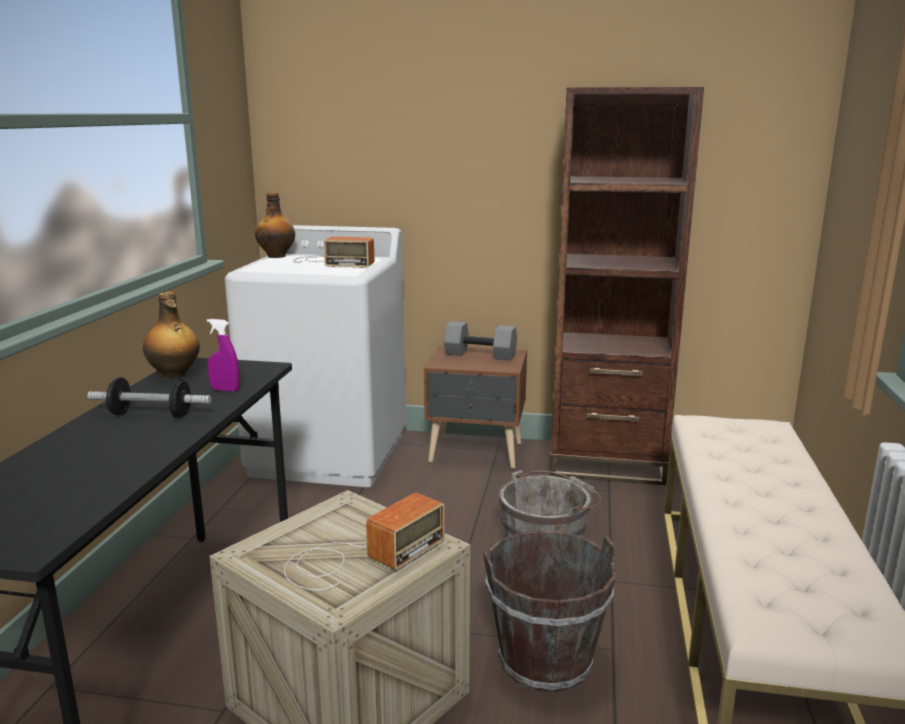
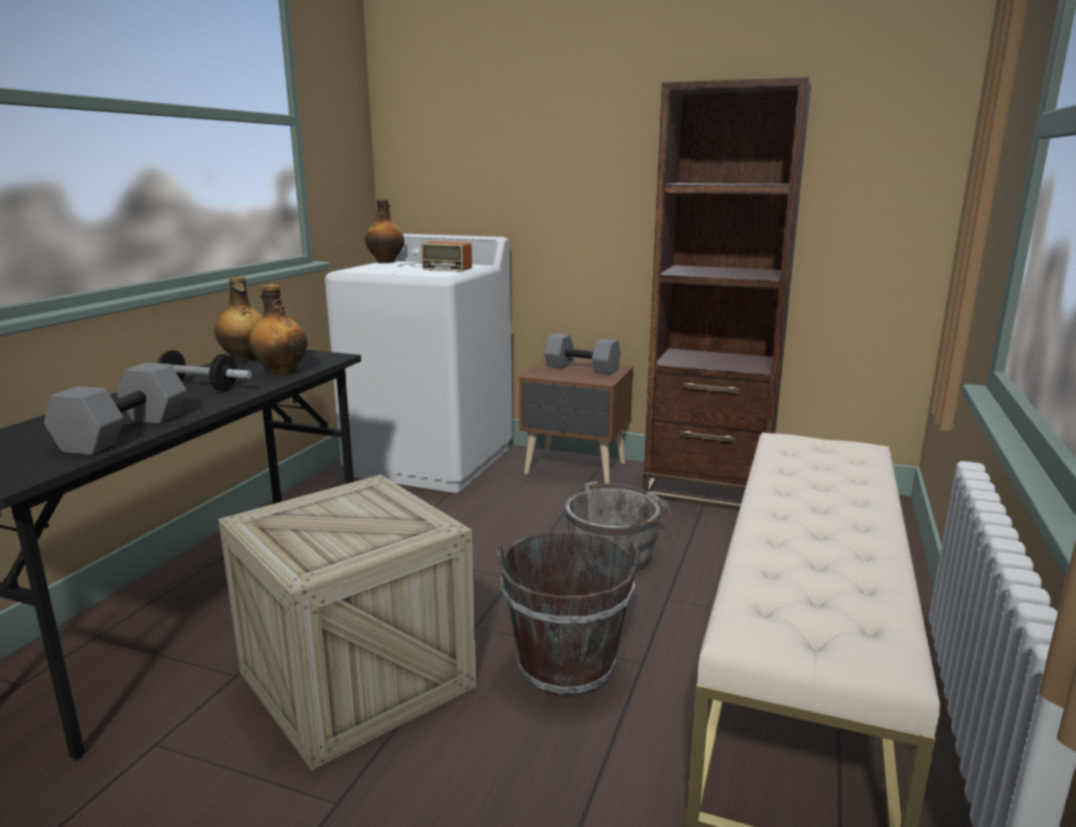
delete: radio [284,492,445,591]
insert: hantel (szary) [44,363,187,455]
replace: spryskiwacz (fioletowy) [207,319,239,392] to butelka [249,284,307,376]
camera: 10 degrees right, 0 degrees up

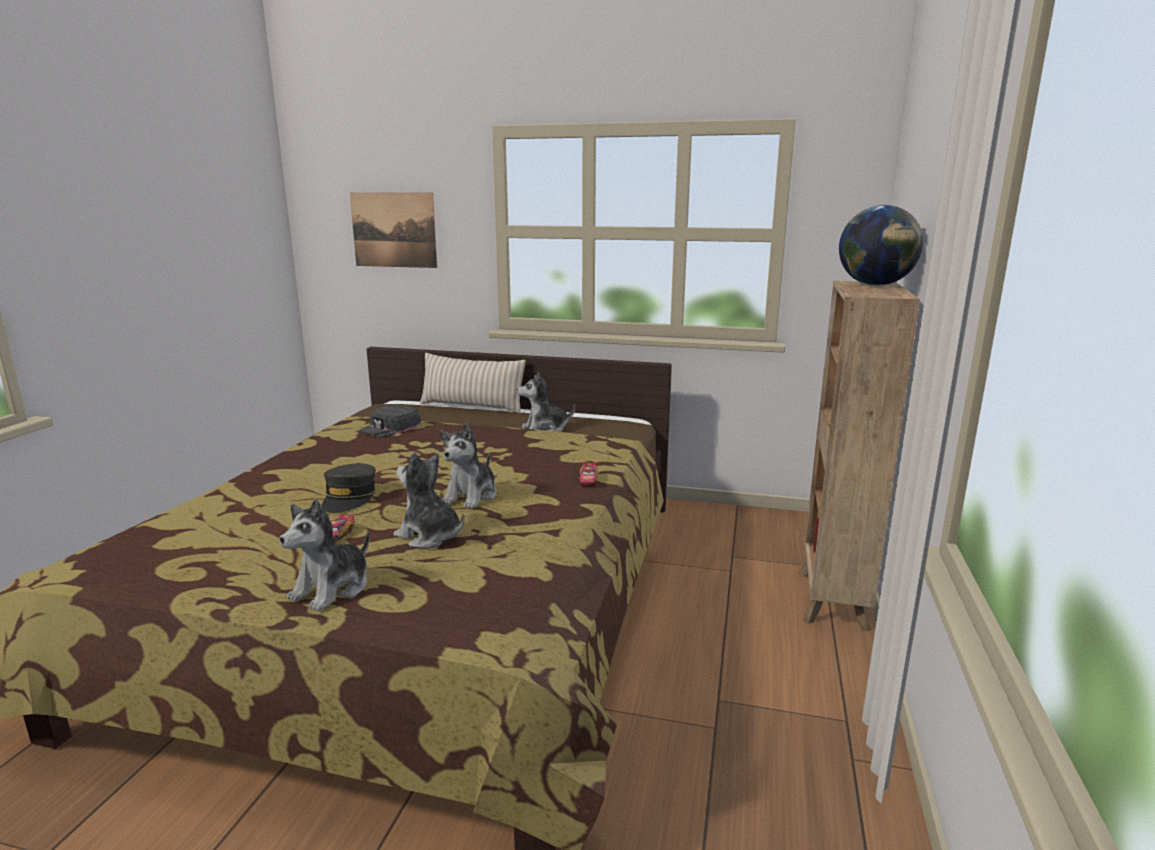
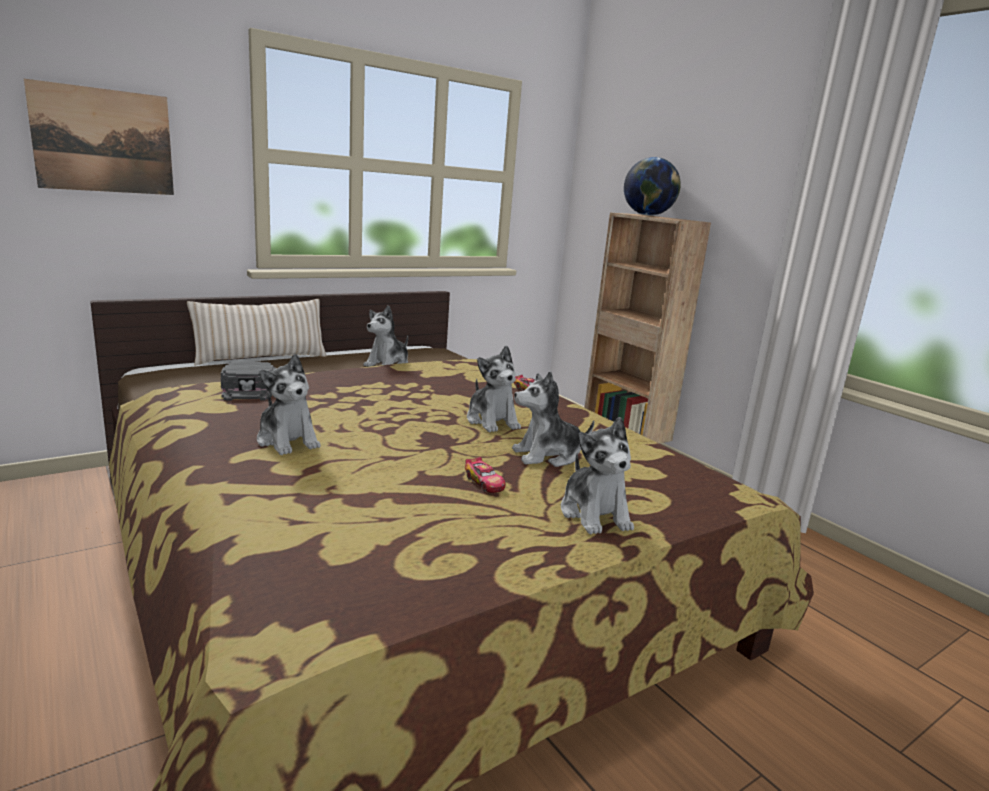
delete: czapka z daszkiem (szary) [322,463,376,513]
insert: pluszak [257,354,321,455]
camera: 50 degrees left, 0 degrees up

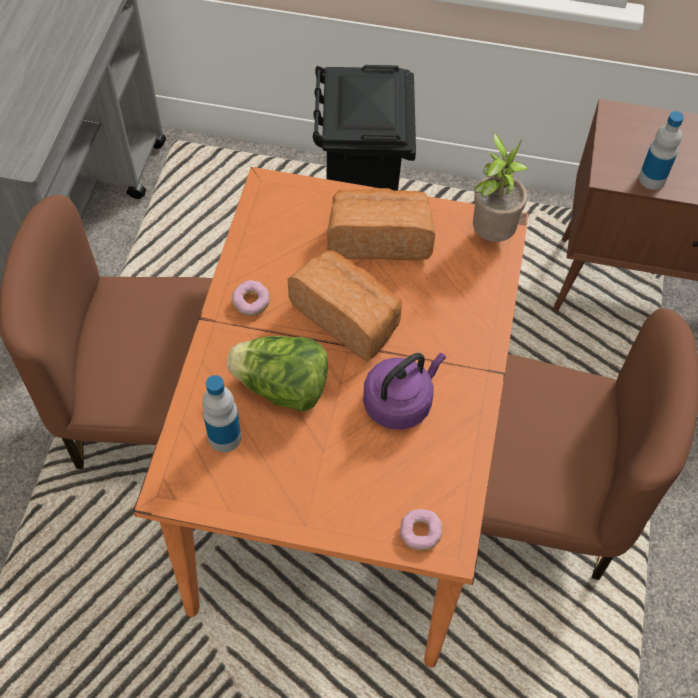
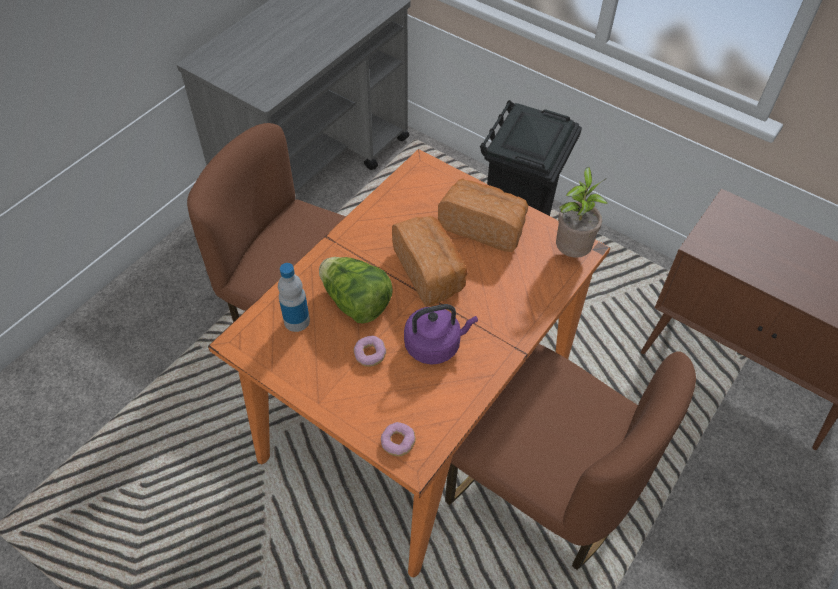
delete: butelka [639,111,684,190]
move: donut [232,280,270,316] to [354,336,386,367]
camera: 25 degrees right, 5 degrees down

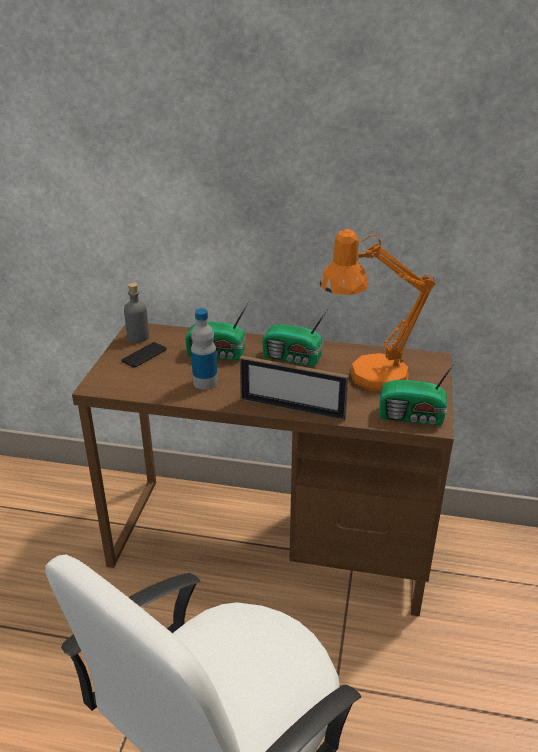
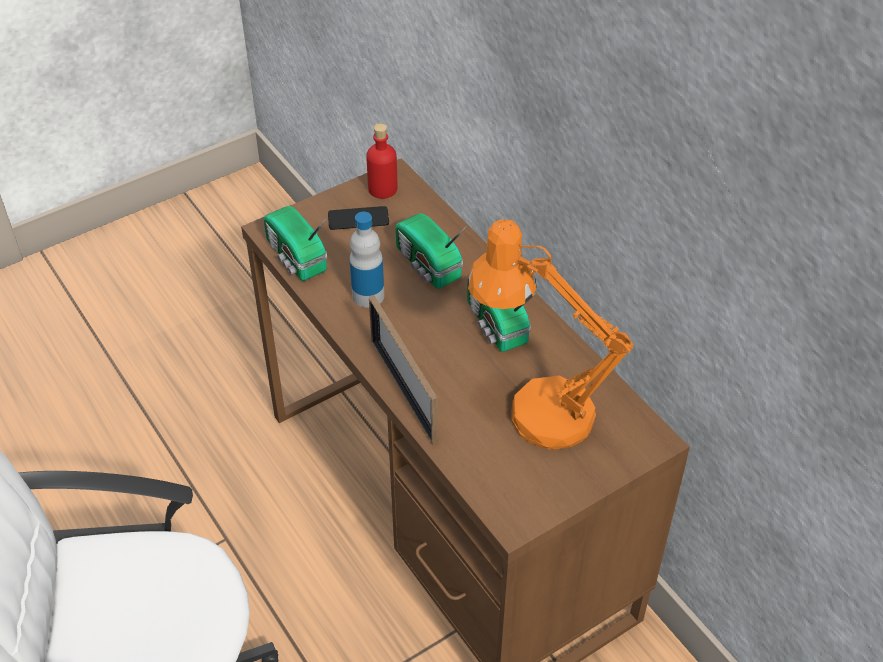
move: radio [379,359,457,425] to [264,206,327,281]
recolor: butelka (szary) [124,283,149,343] to butelka (czerwony) [366,123,397,199]
camera: 45 degrees right, 15 degrees up

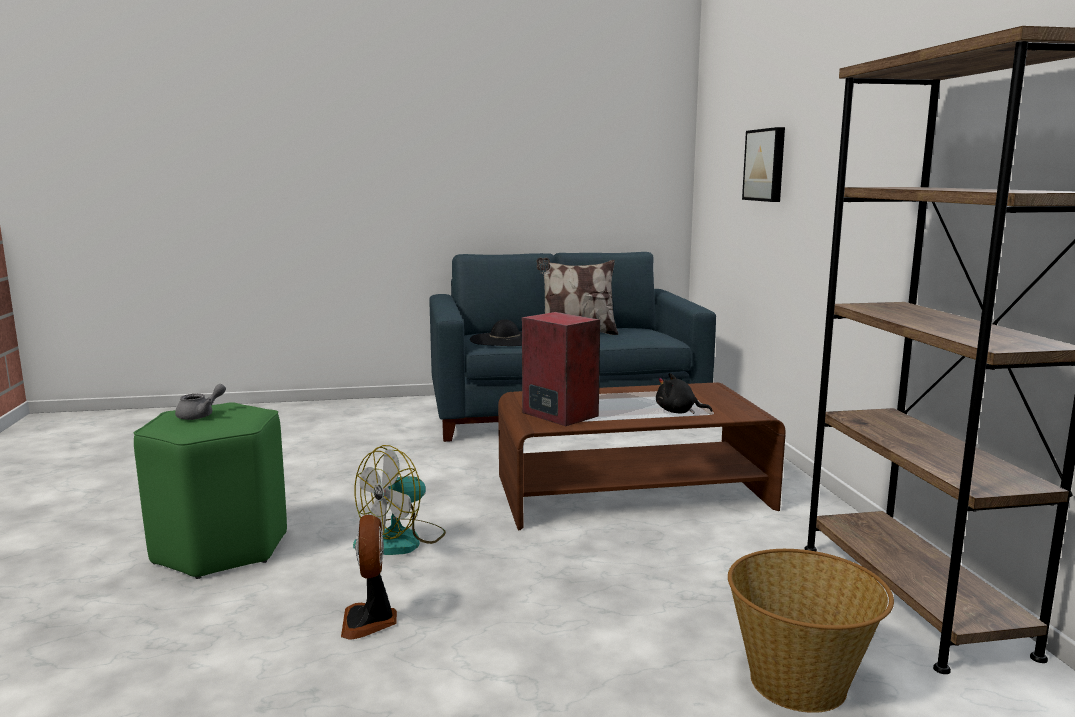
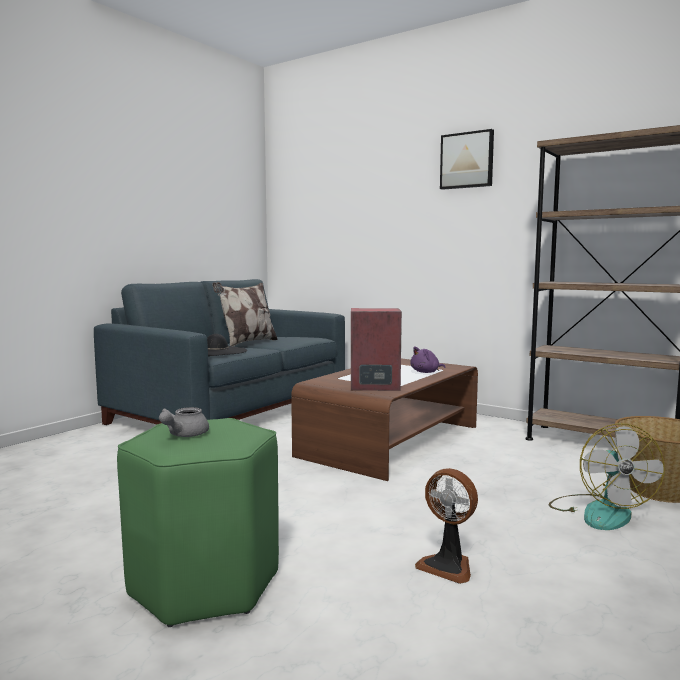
move: obraz [742,127,785,202] to [440,129,494,190]; wentylator [353,445,446,555] to [549,423,665,530]
recolor: pluszak (czarny) [656,373,712,414] to pluszak (fioletowy) [410,347,445,373]
rotate: imbryk (szary) [175,384,226,420] = [159,407,209,437] 150 degrees counterclockwise
camera: 45 degrees left, 5 degrees down

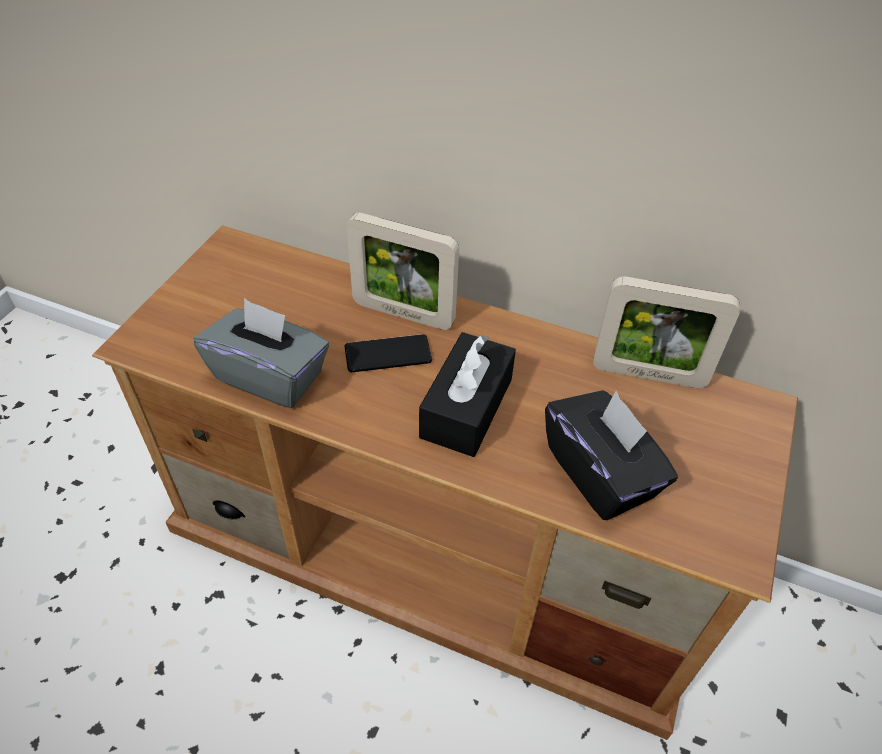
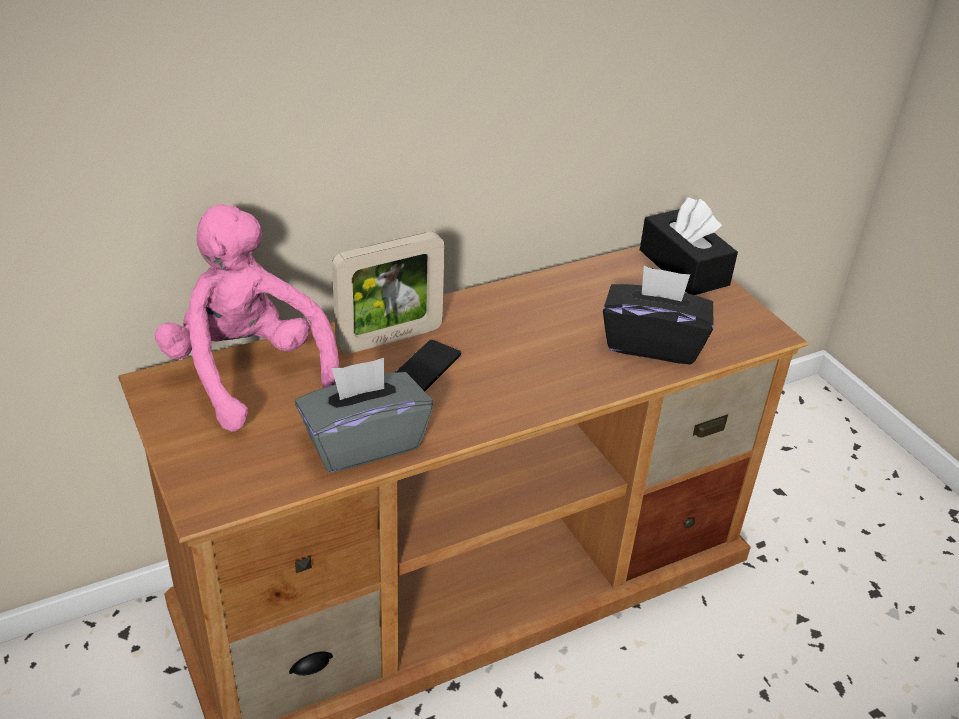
delete: ramka na zdjęcie [593,277,740,388]
insert: pluszak (różowy) [155,204,339,431]
move: pudełko chusteczek (czarny) [419,332,516,457] to [640,197,738,295]
camera: 50 degrees left, 10 degrees down

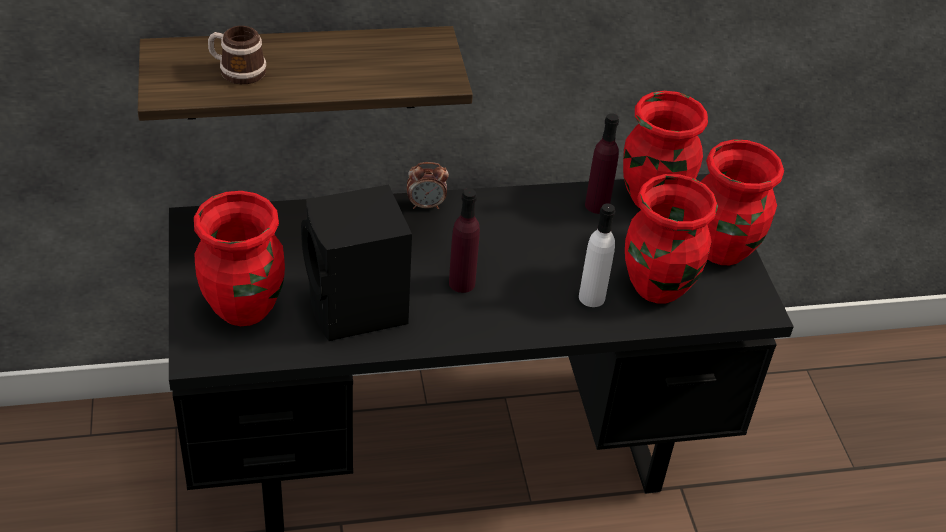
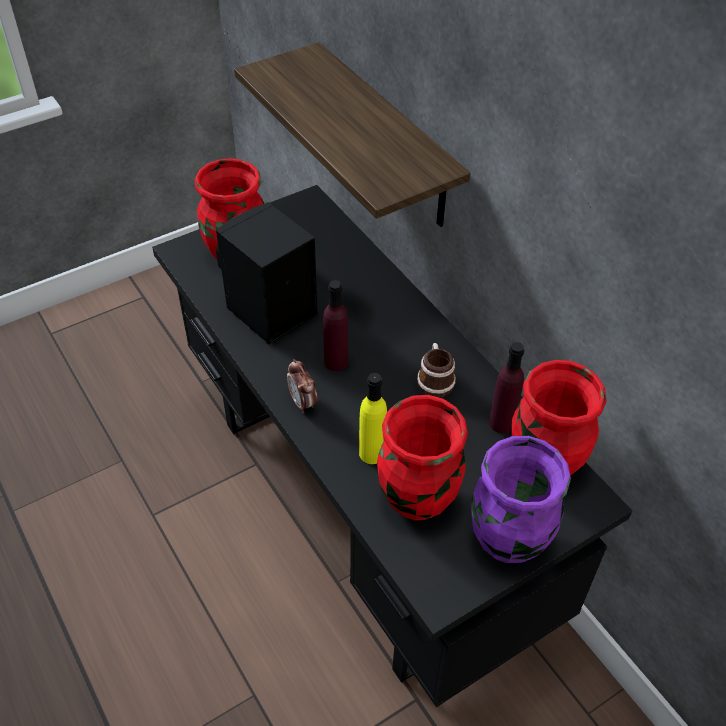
move: kubek [208,26,266,84] to [417,343,456,397]; budzik [407,162,449,209] to [287,359,318,413]
recolor: wazon (czerwony) [701,139,784,265] to wazon (fioletowy) [471,436,571,563]; butelka (biały) [579,203,615,307] to butelka (żółty) [359,373,387,464]
camera: 70 degrees right, 5 degrees up

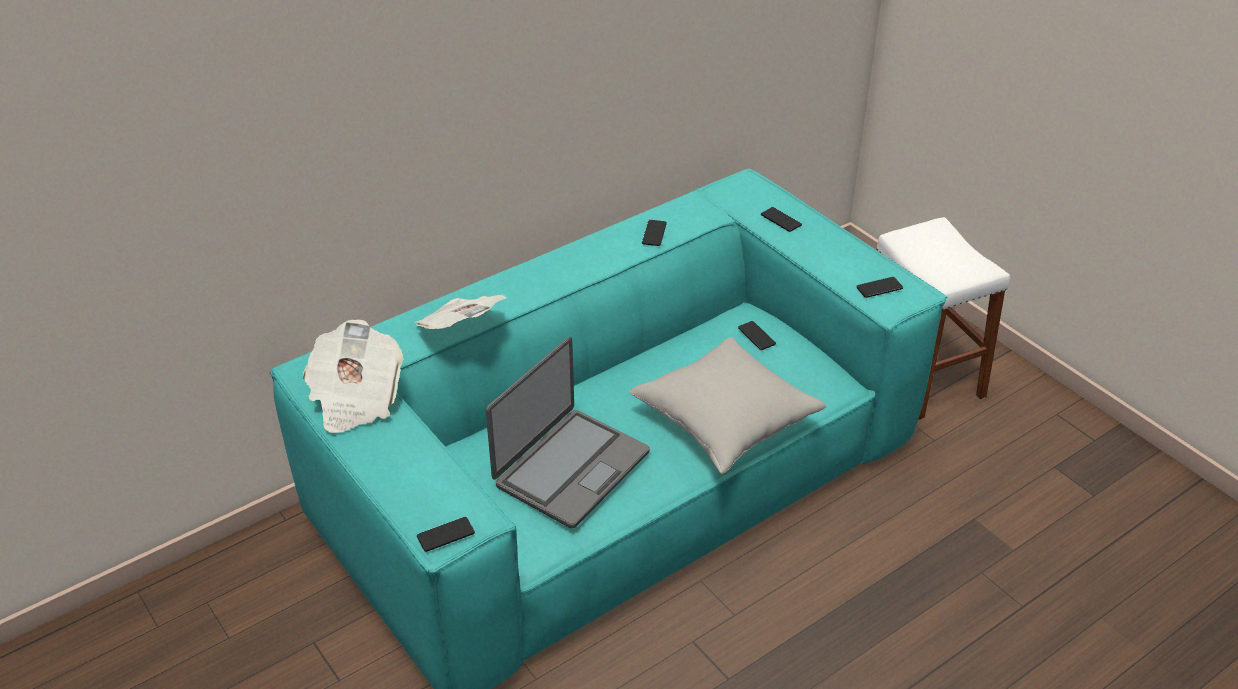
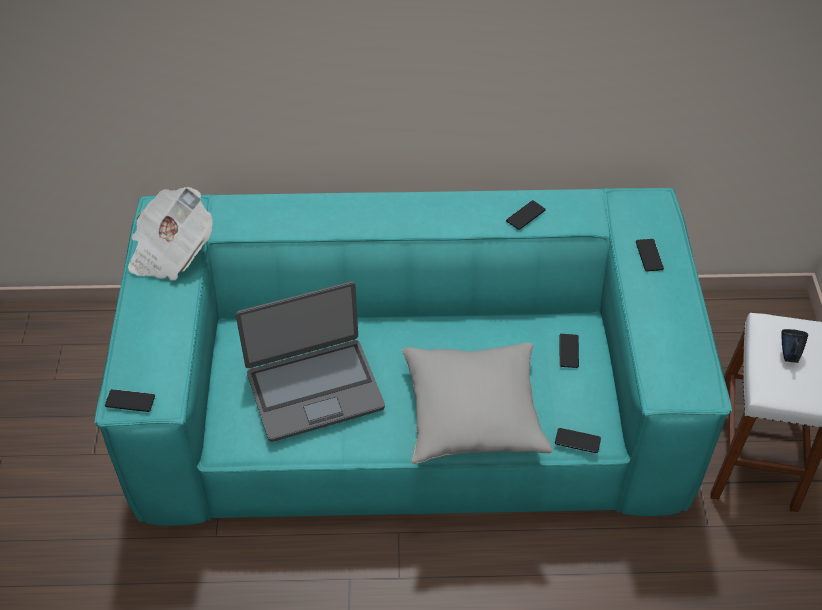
delete: gazeta [414,294,507,329]
insert: kubek (niebieski) [781,329,808,363]
move: telefon [856,277,903,298] to [555,428,601,453]
camera: 35 degrees right, 10 degrees up

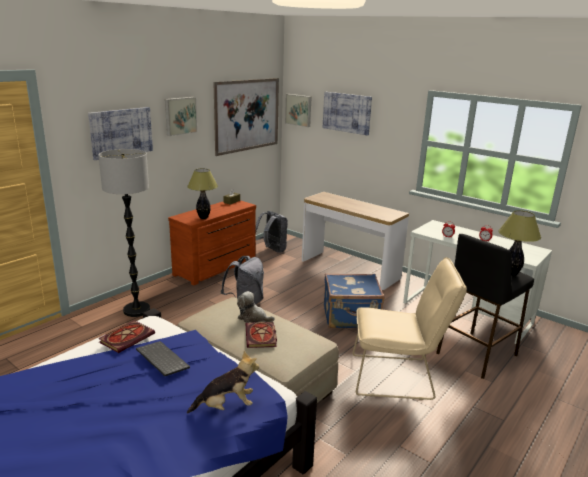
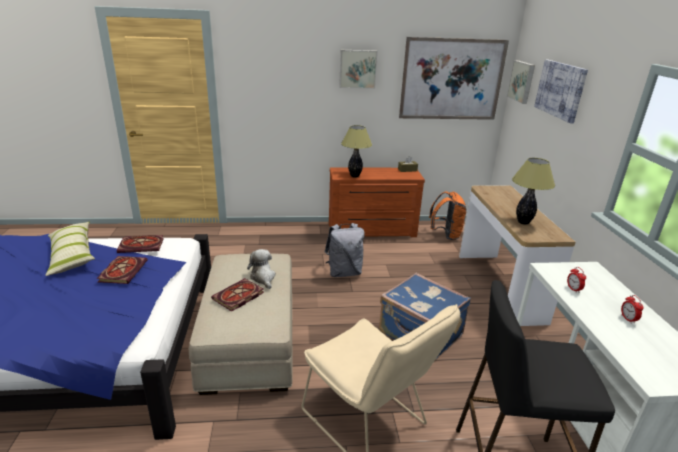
delete: obraz [88,107,153,160]; lampa stojąca [98,149,150,317]; pluszak [187,351,259,414]
insert: poduszka [45,222,95,276]
move: lampa stołowa [498,210,541,276] to [512,158,555,225]
replace: klawiatura [136,341,190,376] to książka [97,256,147,284]
recolor: plecak (szary) [255,211,288,253] to plecak (pomarańczowy) [429,191,467,241]
camera: 45 degrees right, 5 degrees up

